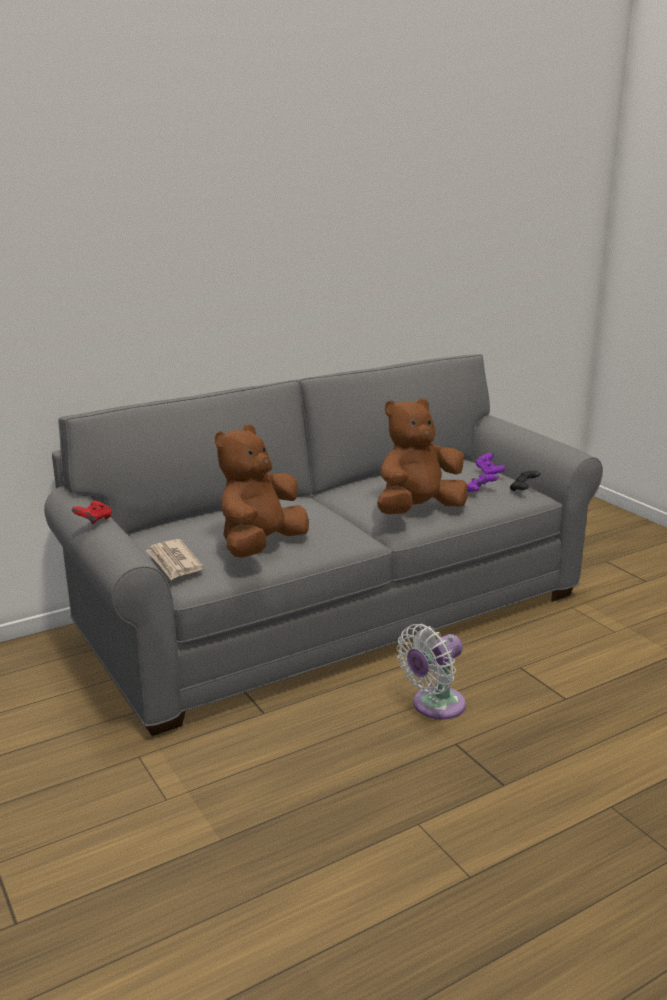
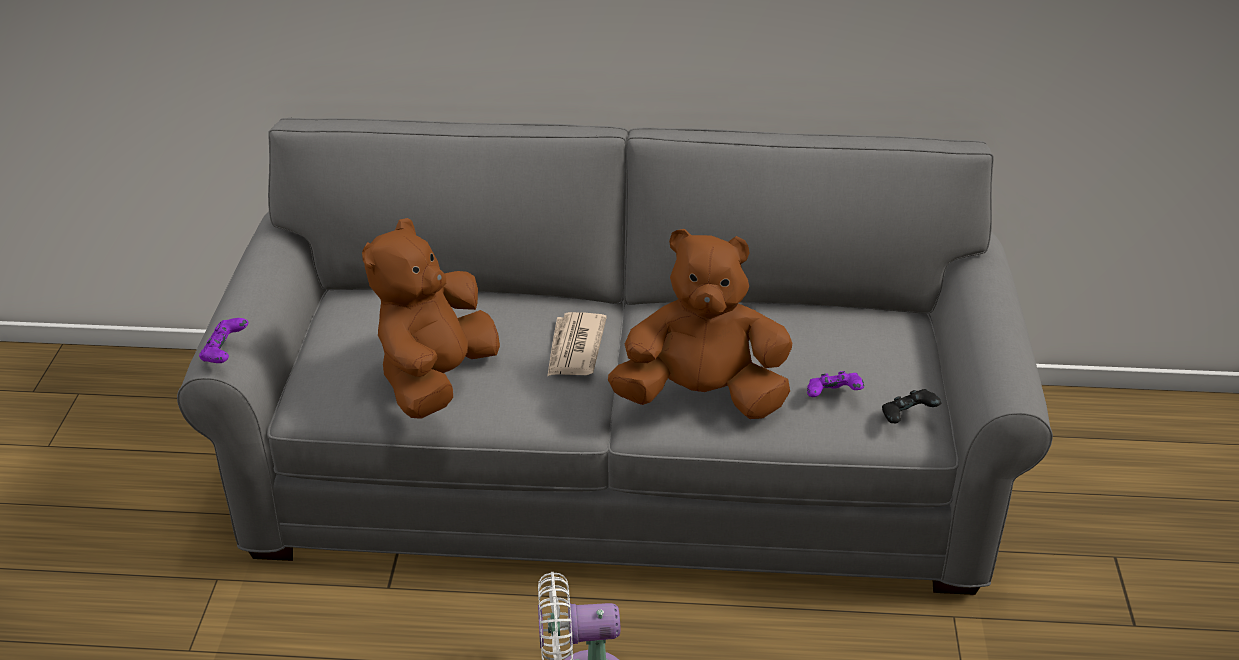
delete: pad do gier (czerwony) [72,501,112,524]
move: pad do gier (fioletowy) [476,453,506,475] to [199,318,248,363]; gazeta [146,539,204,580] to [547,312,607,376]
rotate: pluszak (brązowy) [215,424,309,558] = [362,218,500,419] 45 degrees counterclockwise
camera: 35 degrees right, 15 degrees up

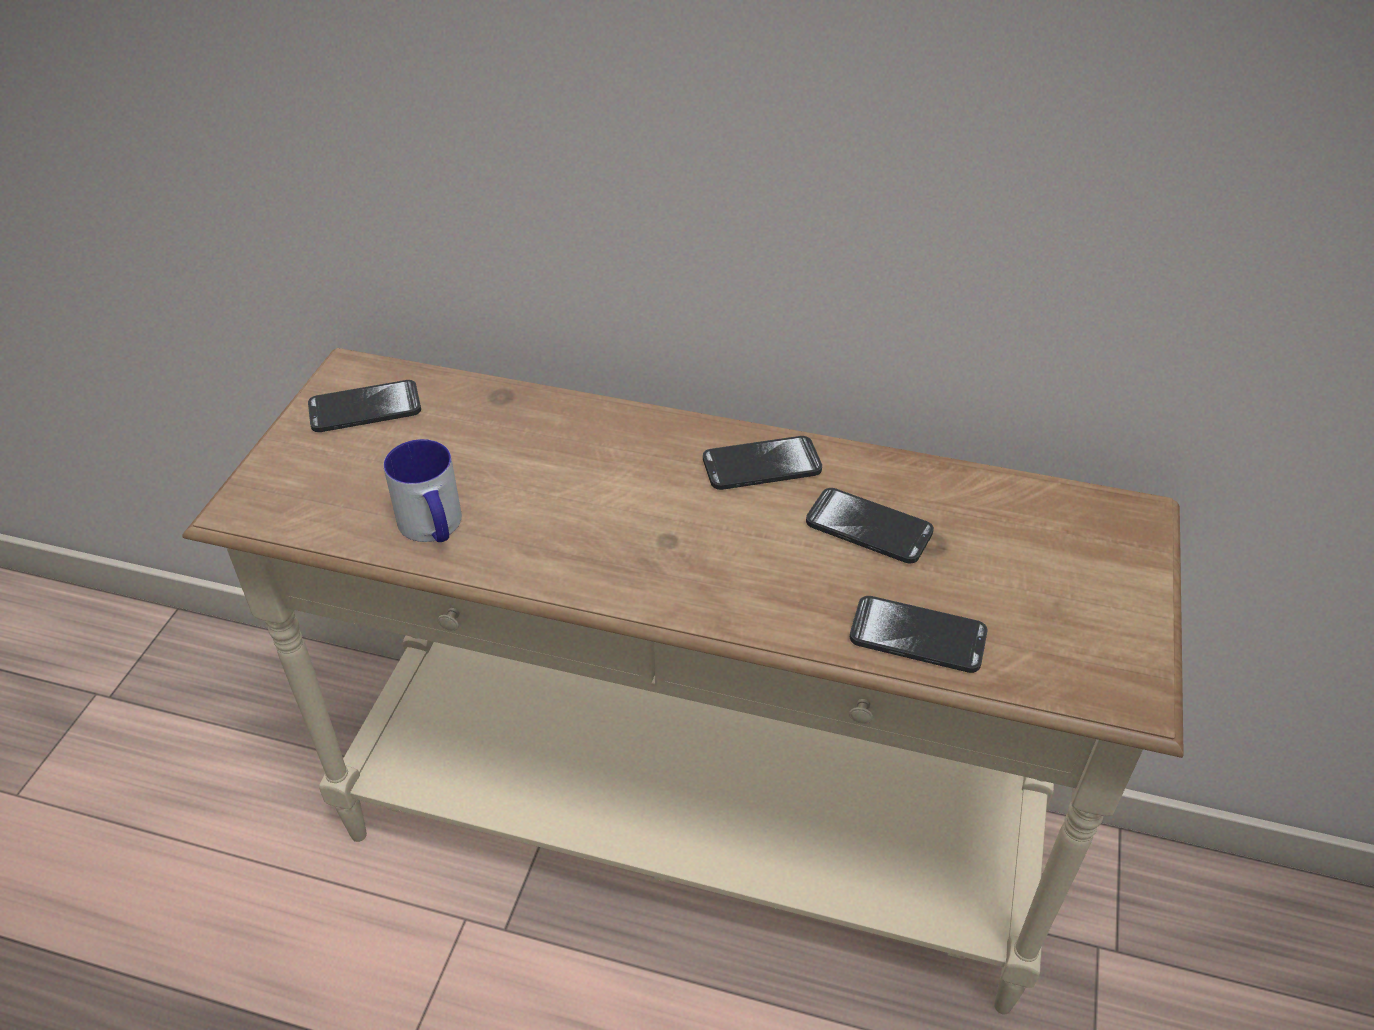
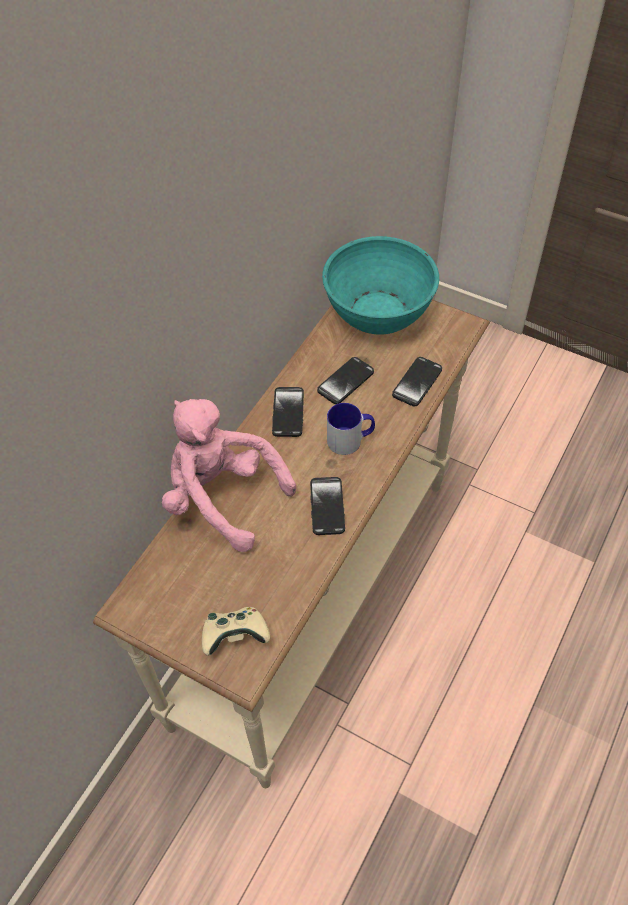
insert: miska (turkusowy) [322,236,439,335]; pluszak (różowy) [162,399,296,552]; pad do gier (beżowy) [202,607,270,656]
move: telefon [308,380,421,432] to [310,477,345,535]; kubek [384,439,462,542] to [327,403,375,455]
camera: 75 degrees left, 10 degrees up

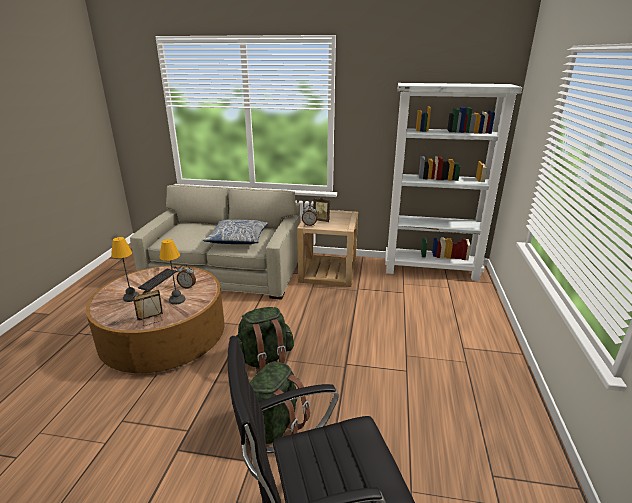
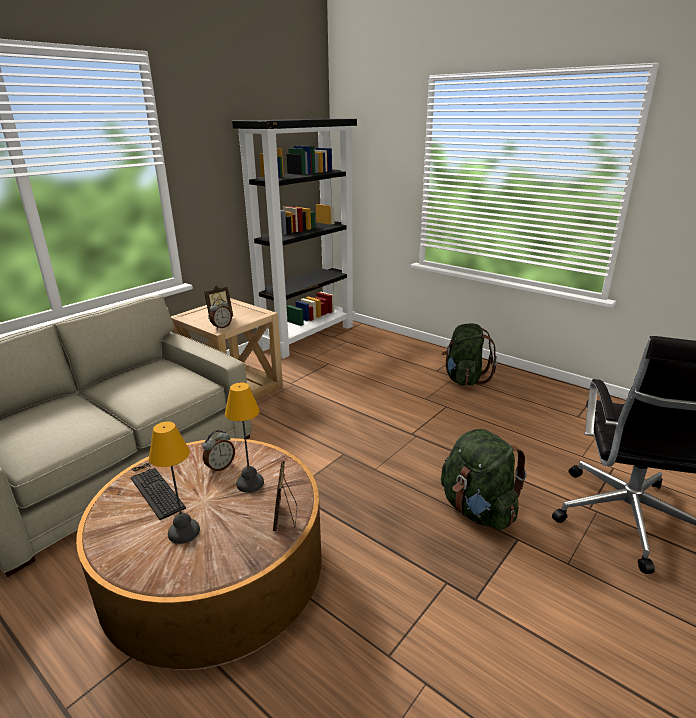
delete: poduszka [203,219,268,244]
move: plecak (zielony) [236,307,294,373] to [441,323,497,386]
recolor: regał (biały) [385,83,522,281] to regał (czarny) [232,119,357,359]
camera: 60 degrees left, 0 degrees up

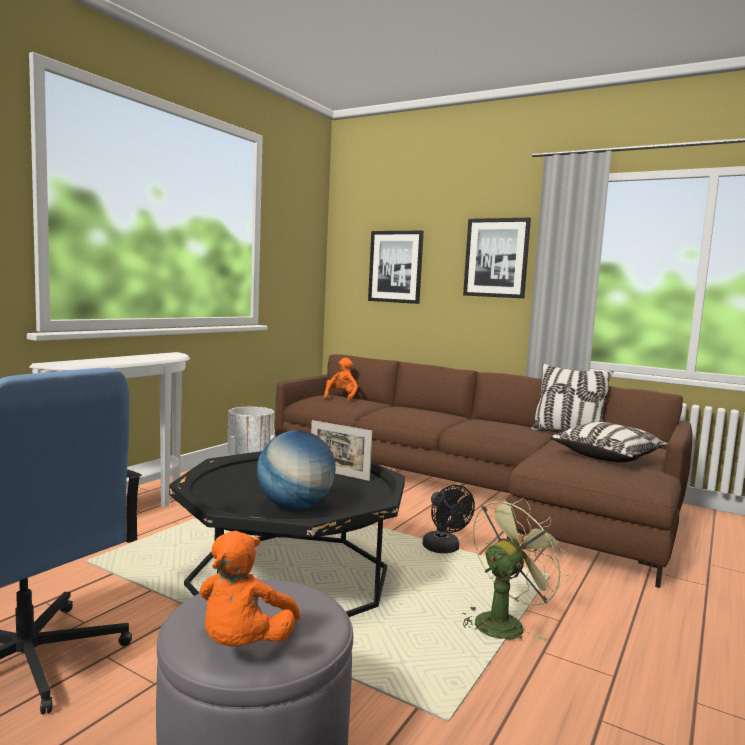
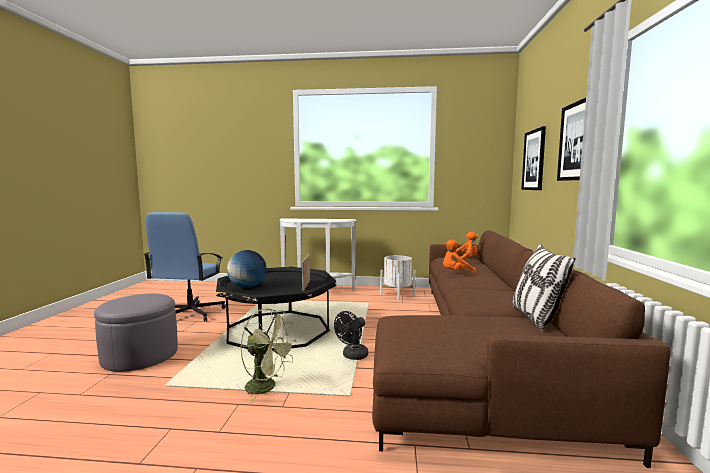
delete: poduszka [550,421,669,462]
move: pluszak (pomarańczowy) [199,531,300,646] to [443,239,476,274]
camera: 65 degrees right, 0 degrees up

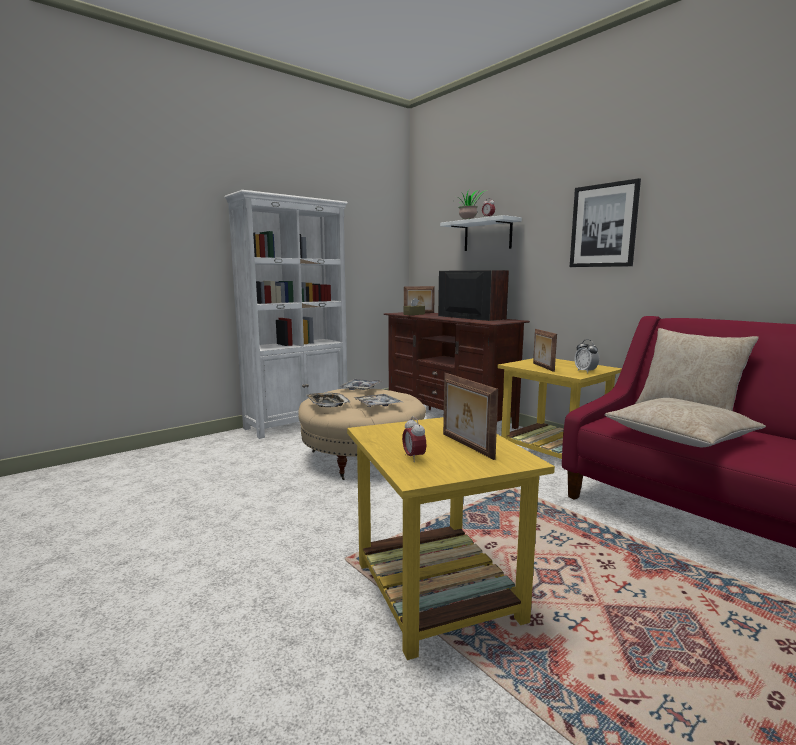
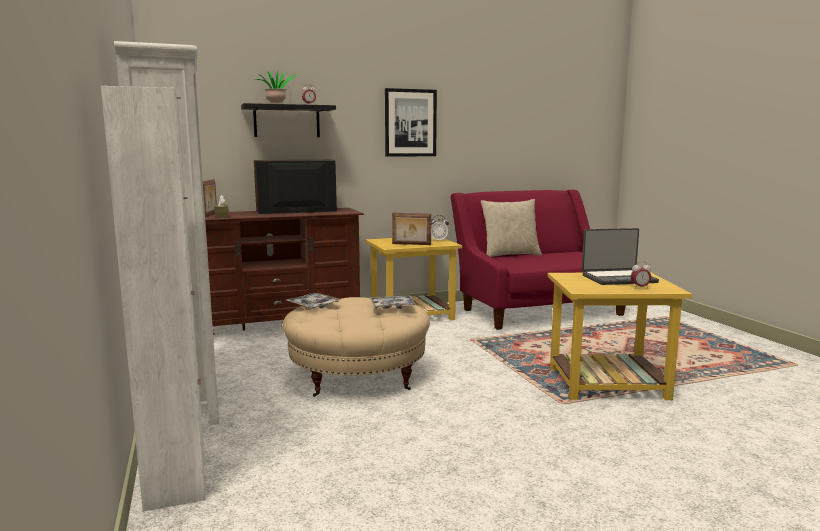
delete: taca [306,393,350,407]; poduszka (beżowy) [605,398,766,447]
insert: szafka (biały) [101,86,205,512]
replace: ramka na zdjęcie [443,373,498,460] to laptop [582,228,659,285]
recolor: półka (biały) [440,215,522,251] to półka (czarny) [241,103,336,137]
camera: 70 degrees left, 0 degrees up

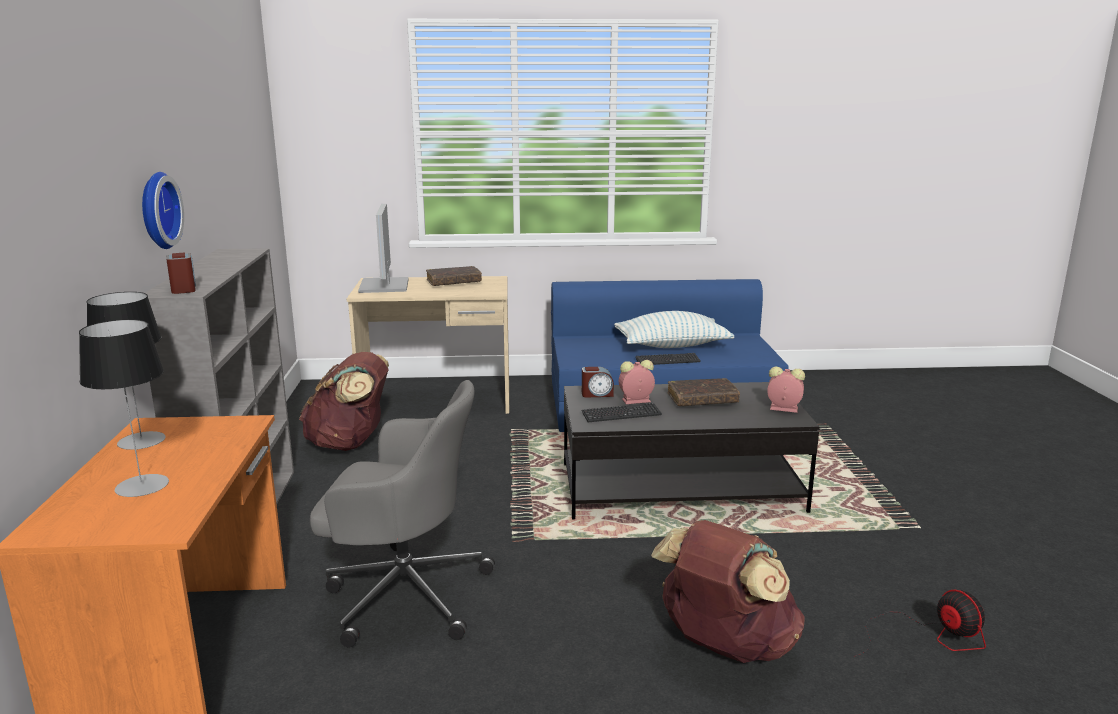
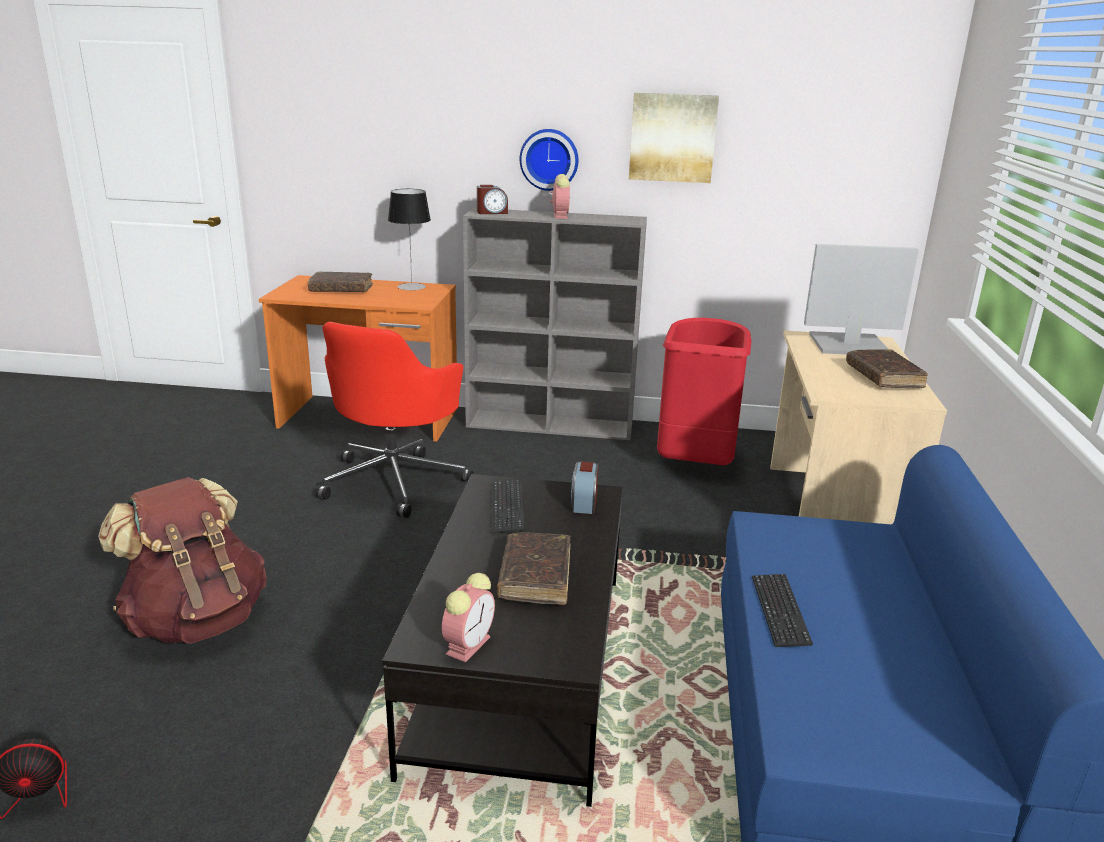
delete: poduszka [614,311,735,348]
insert: obraz [629,92,719,183]
move: budzik [619,360,655,404] to [550,174,570,219]
replace: lampa stołowa [79,319,169,497] to książka (brązowy) [308,271,373,292]; plecak (brązowy) [299,352,389,451] to kosz na śmieci (czerwony) [657,318,752,465]
recolor: krzesło biurowe (szary) [310,380,495,647] to krzesło biurowe (czerwony) [315,322,474,518]
camera: 100 degrees right, 5 degrees up

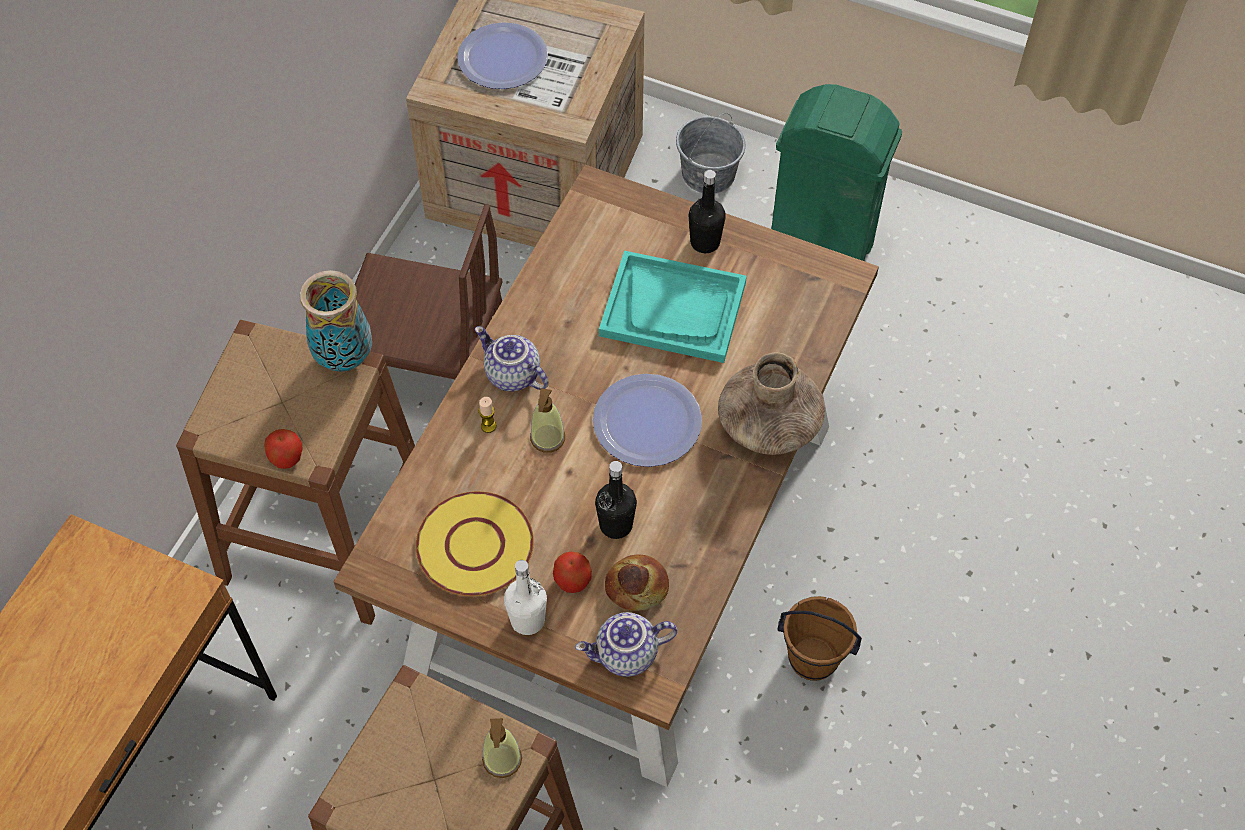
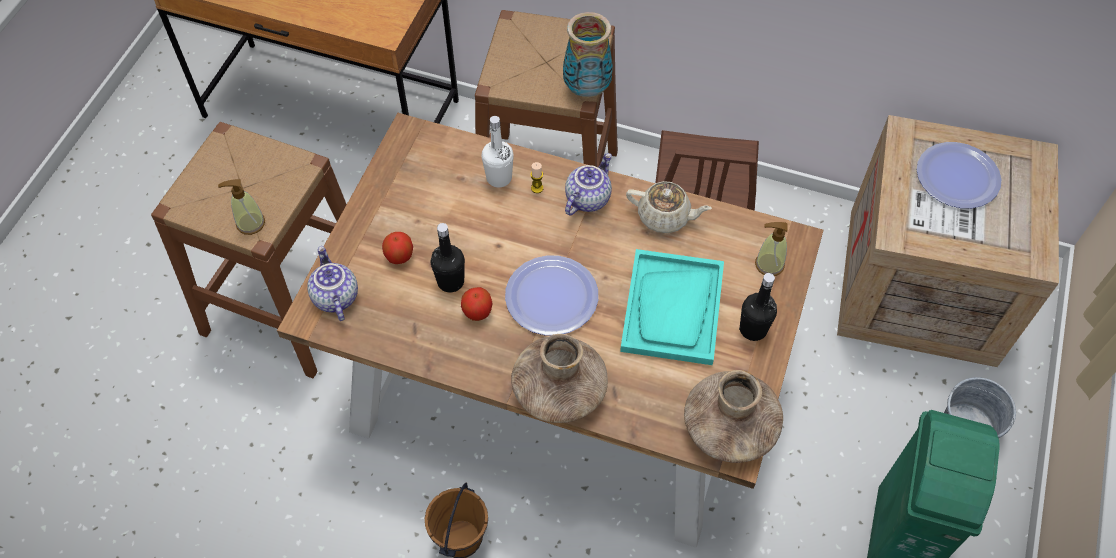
delete: talerz (żółty) [416,491,534,596]; chleb [605,554,669,611]
insert: imbryk (beżowy) [626,181,712,233]; wazon (brązowy) [684,370,783,463]
move: dozownik mydła [530,388,565,453] to [755,222,787,276]; jabłko [264,429,303,469] to [461,287,493,321]; butelka (biały) [504,560,547,635] to [482,116,514,188]
camera: 85 degrees right, 0 degrees up

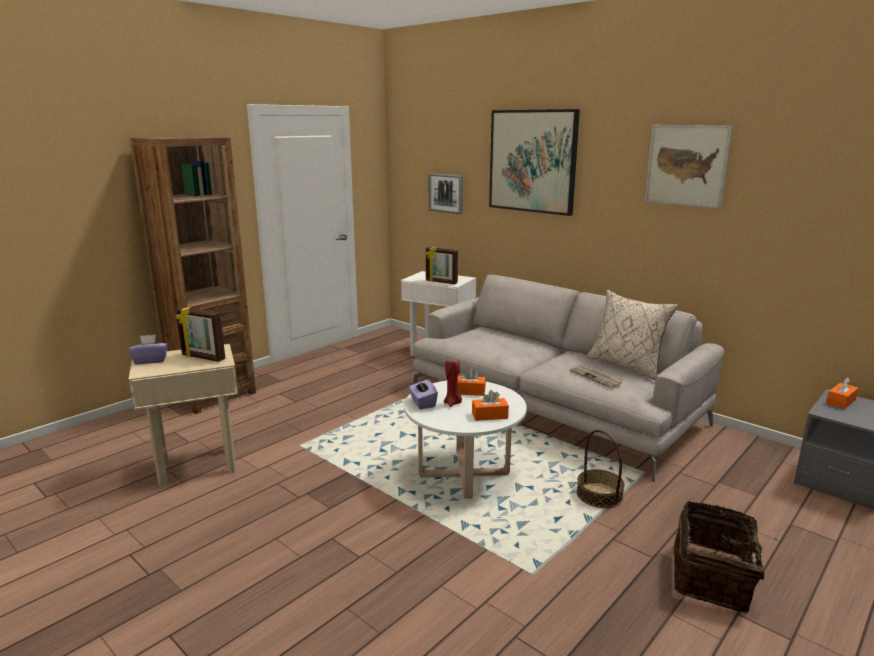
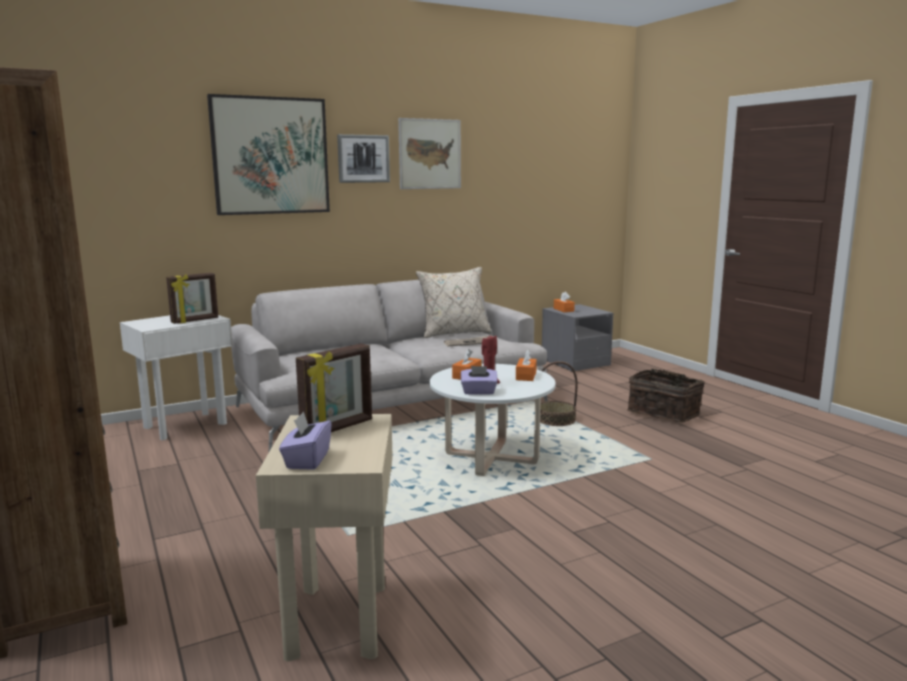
move: obraz [429,173,463,214] to [337,134,390,183]
camera: 70 degrees left, 5 degrees down

